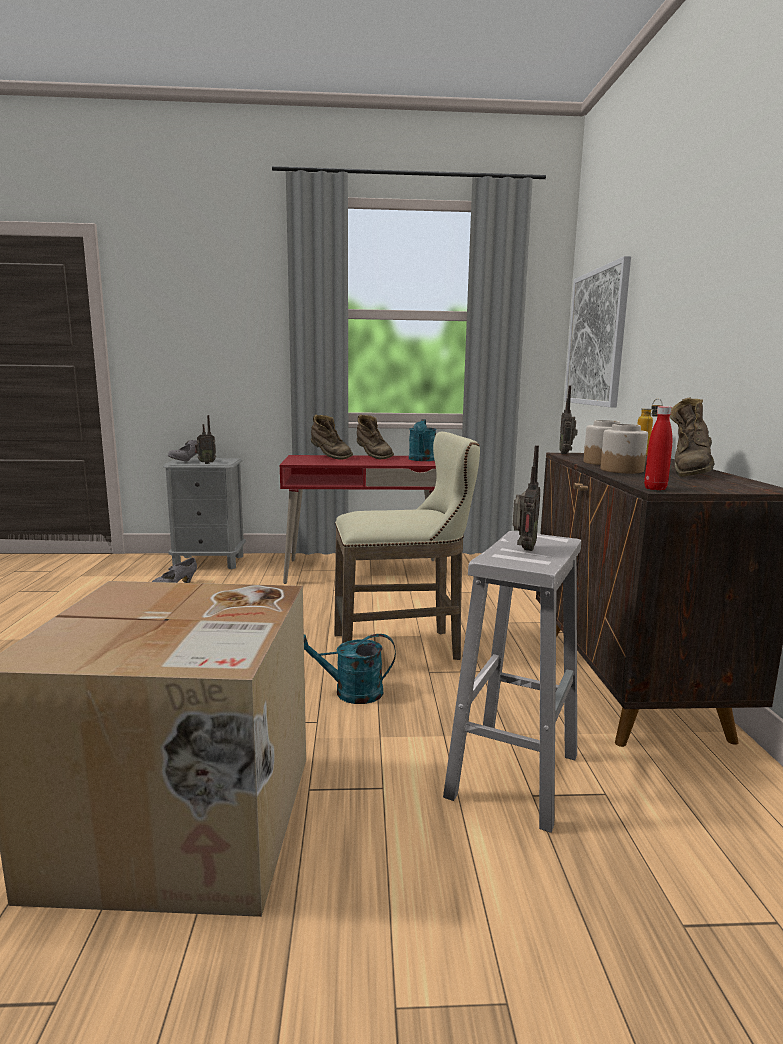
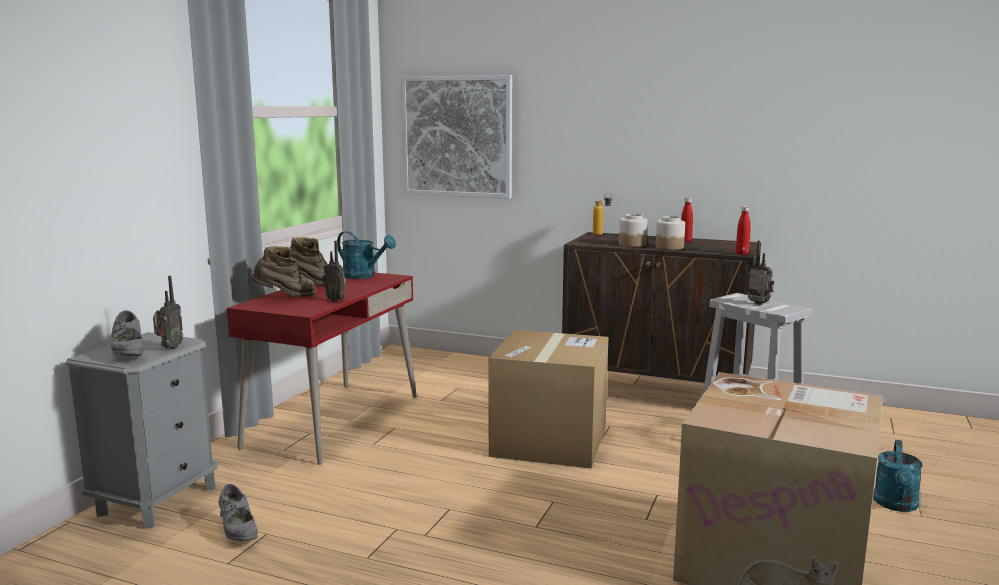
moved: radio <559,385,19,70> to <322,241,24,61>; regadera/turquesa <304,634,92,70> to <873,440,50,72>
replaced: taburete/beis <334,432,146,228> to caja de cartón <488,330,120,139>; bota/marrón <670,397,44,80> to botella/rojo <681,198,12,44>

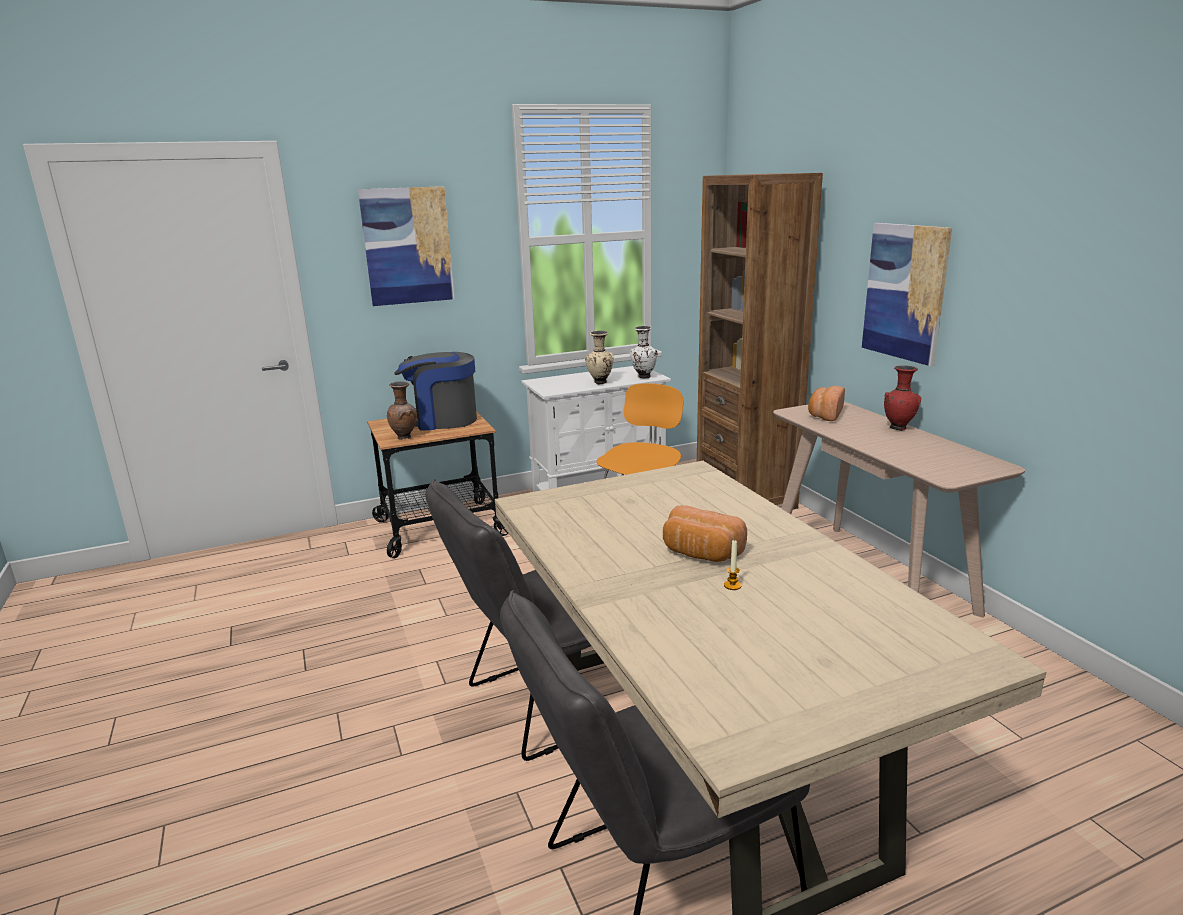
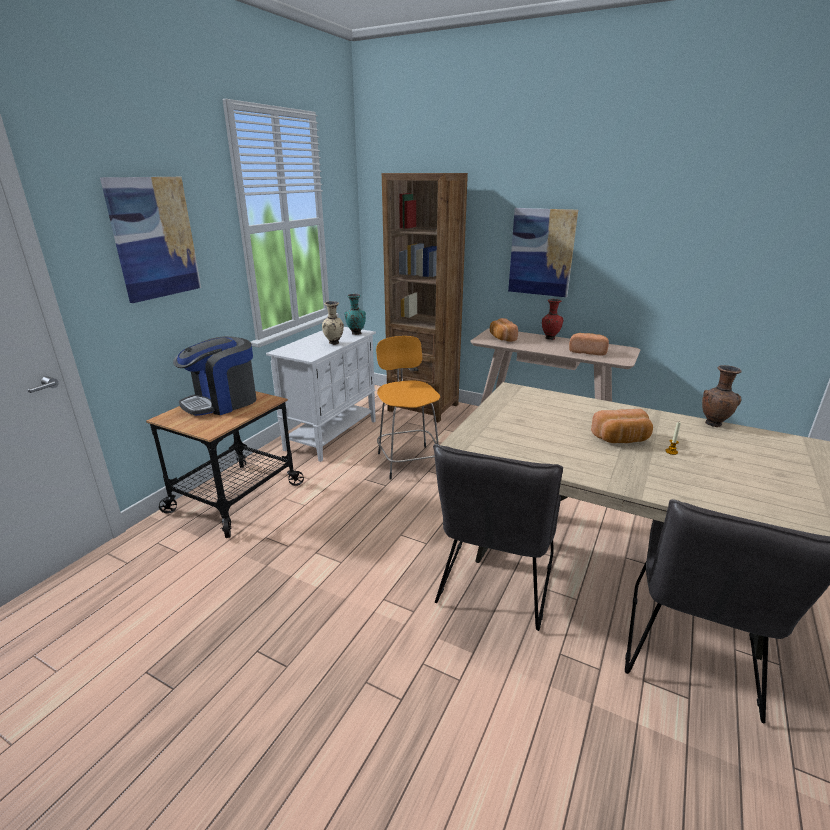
added: pan <569,333,40,22>
moved: florero/marrón <387,381,30,59> to <702,365,40,62>
recoloured: florero/blanco <630,326,28,52> to florero/turquesa <344,294,22,41>

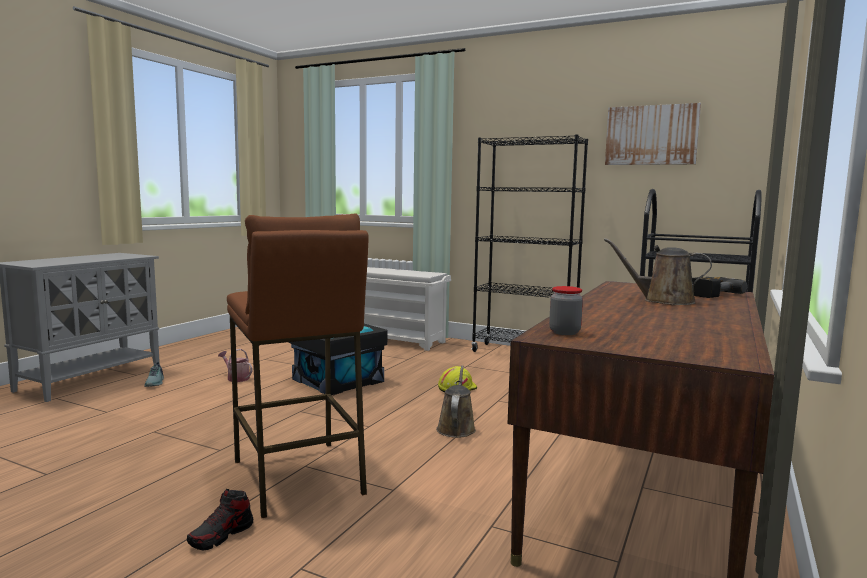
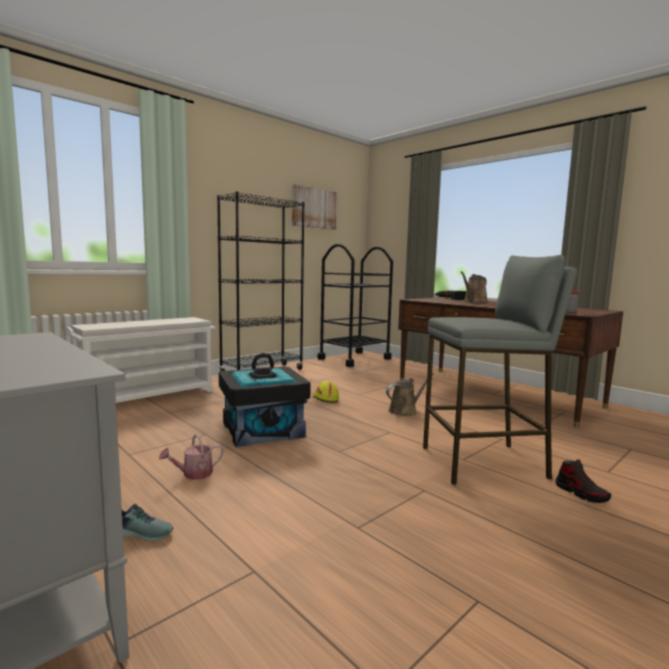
recoloured: taburete/marrón <227,213,142,305> to taburete/gris <423,255,154,230>
turned: regadera/marrón <436,365,40,73> = <386,372,48,44> 120 degrees clockwise

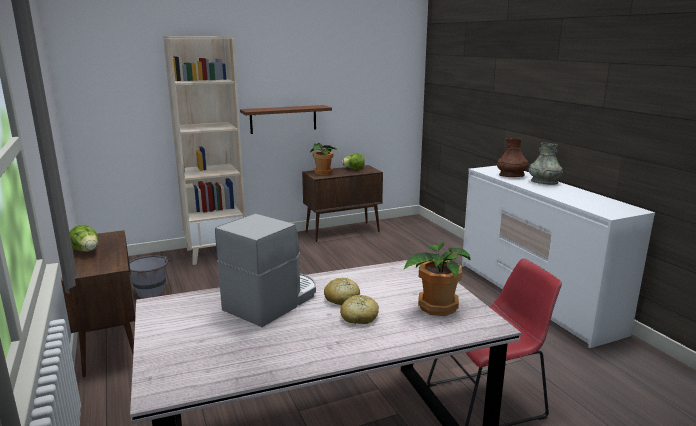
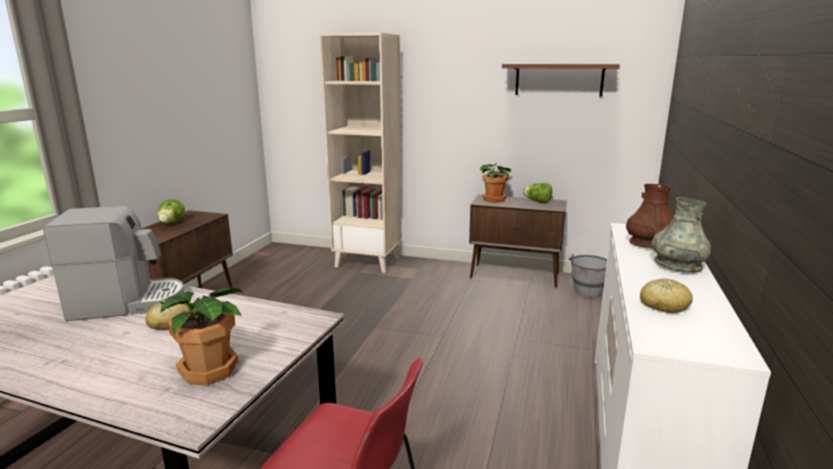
moved: estante/marrón <240,105,92,29> to <502,64,118,32>; cubo/gris <129,255,42,43> to <569,254,38,43>; pan <340,295,39,29> to <640,278,53,35>

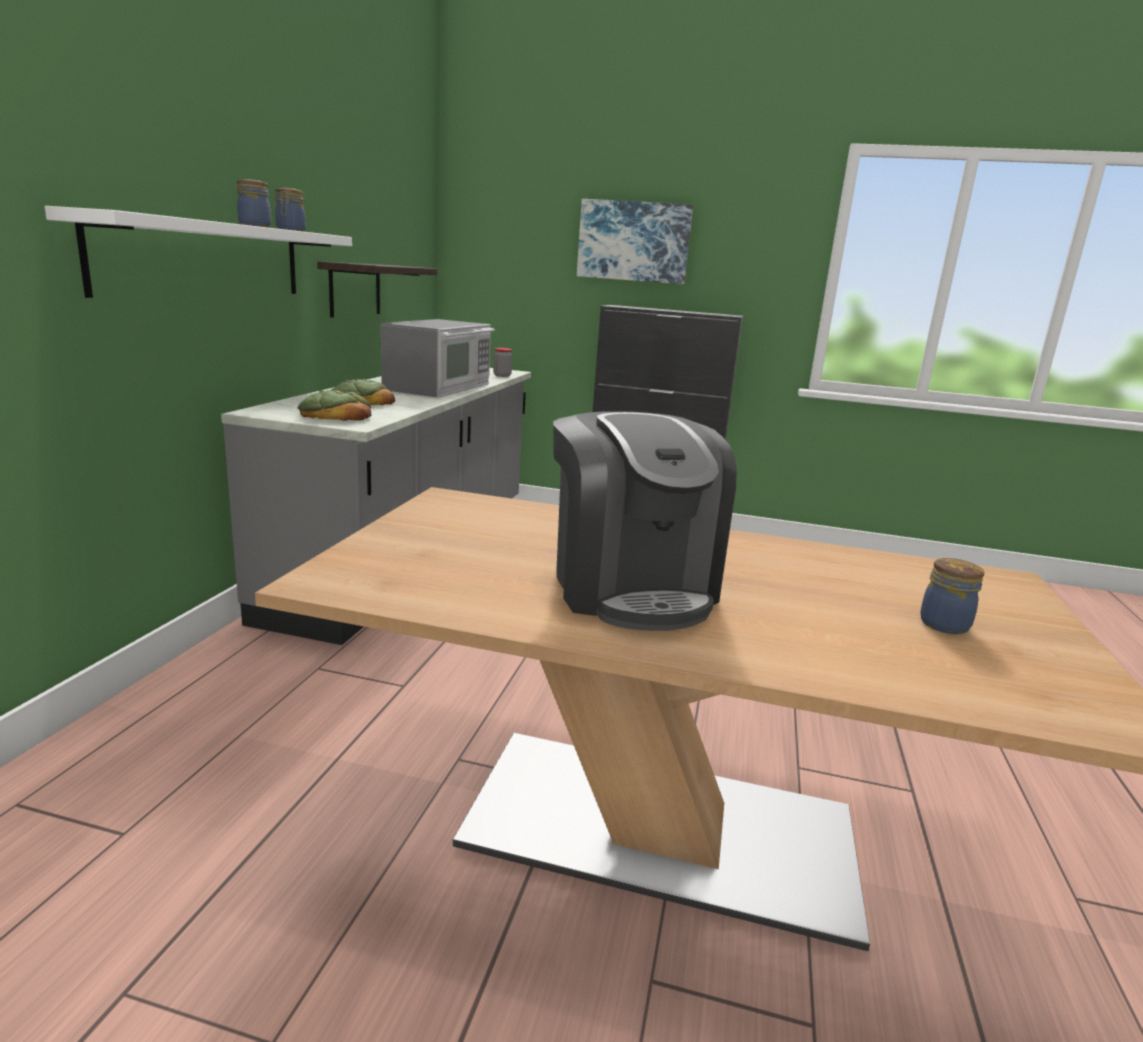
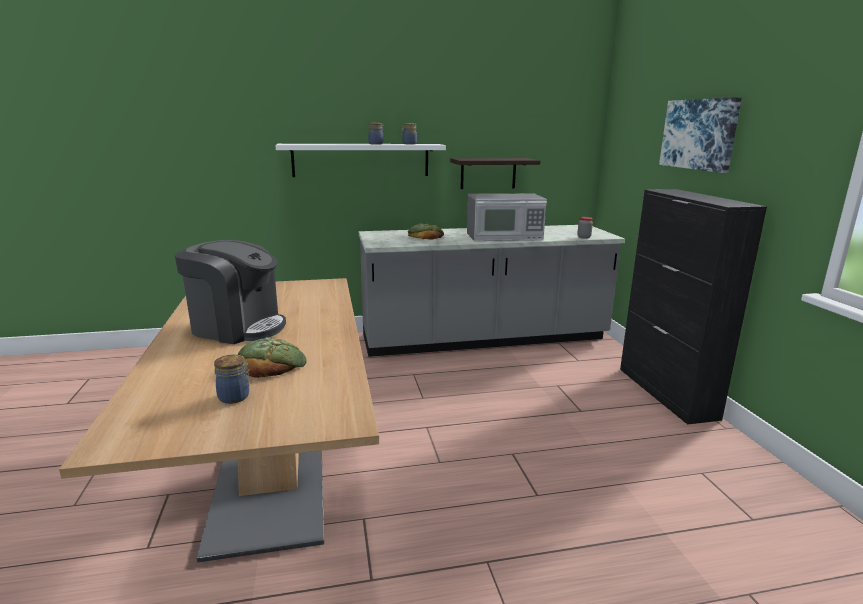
moved: pan <298,390,73,31> to <237,337,70,41>
turned: cafetera <553,411,184,220> = <175,240,111,104> 120 degrees counterclockwise

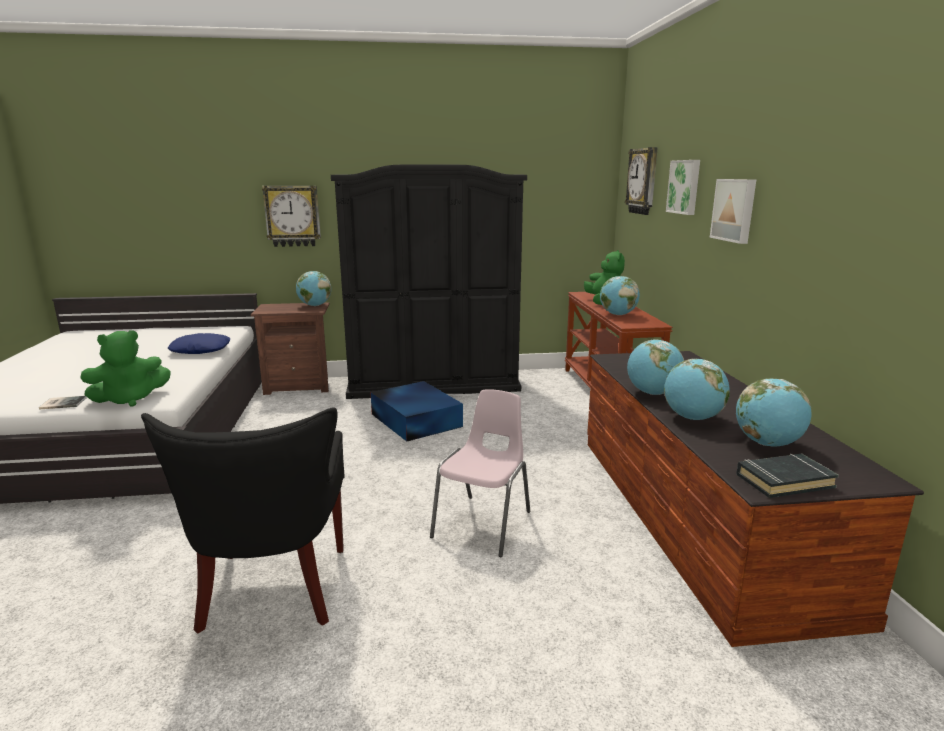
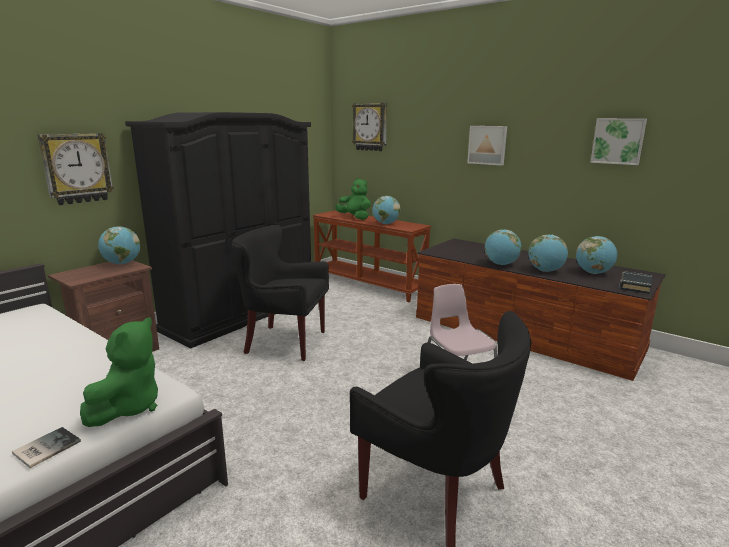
removed: cojín/azul <168,333,62,21>
moved: cuadro <666,160,34,55> to <590,118,57,47>
replaced: caja de almacenaje/azul <371,381,92,60> to sillón/negro <232,225,97,136>

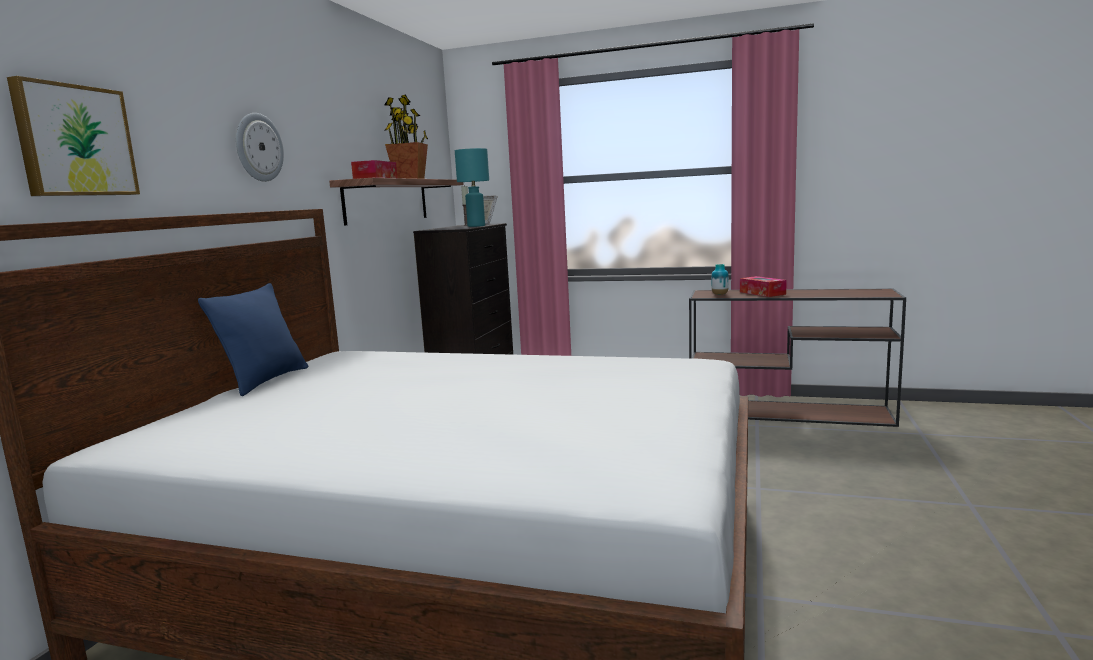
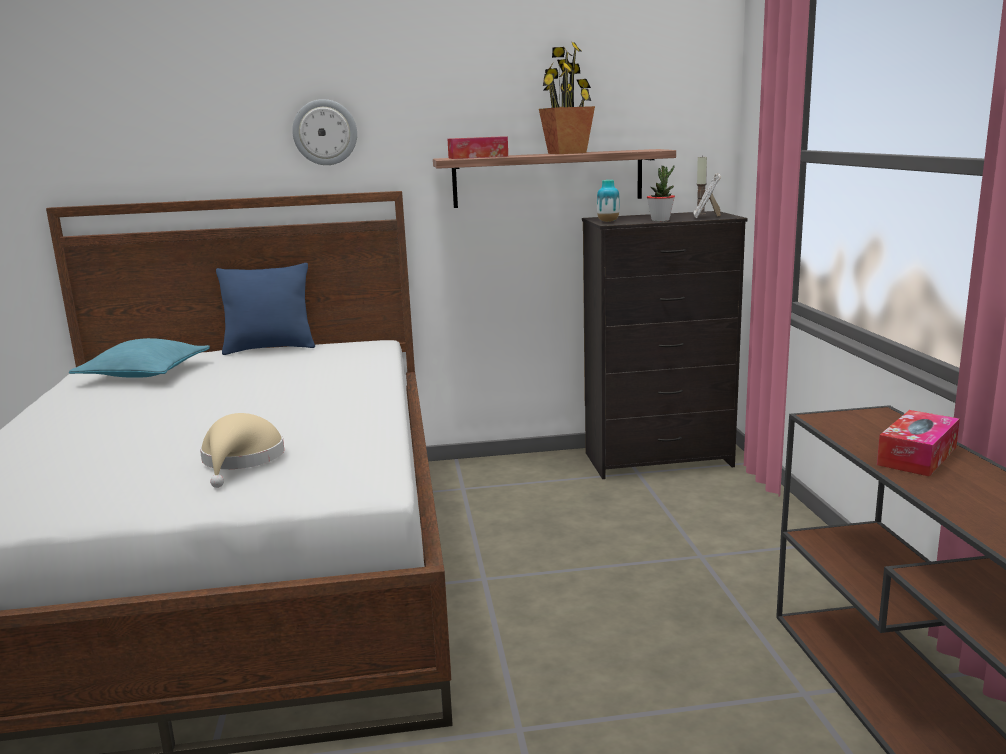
removed: cuadro <7,76,133,120>
added: cojín/turquesa <69,338,141,40>; sombrero/beis <200,413,84,75>
moved: florero <711,264,18,31> to <597,180,23,42>
replaced: lámpara de mesa/turquesa <455,148,34,79> to planta en maceta <647,165,28,57>

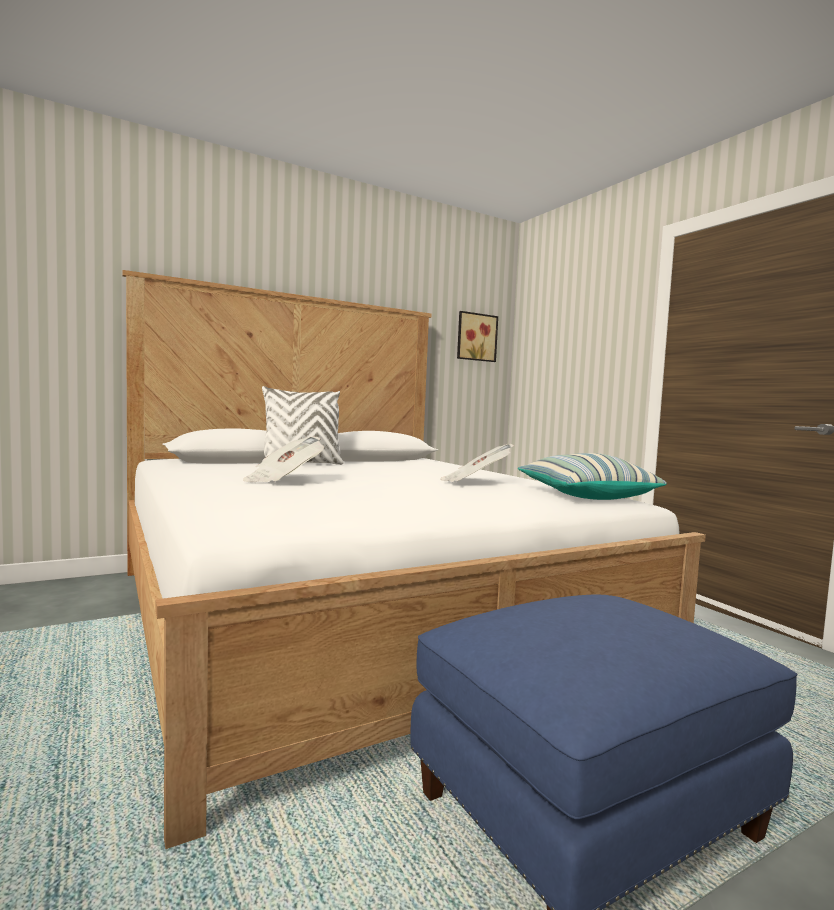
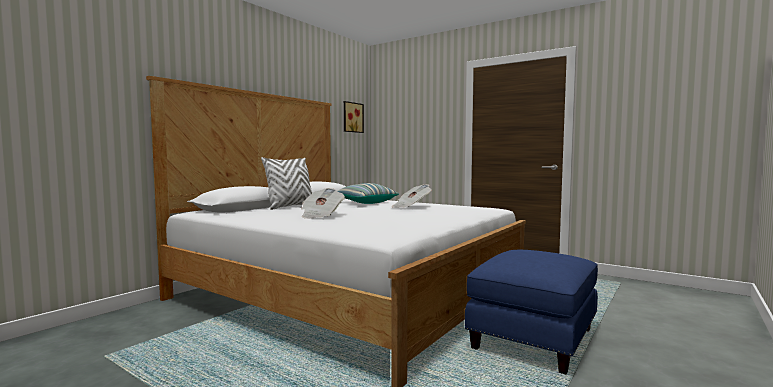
moved: cojín <518,453,149,47> to <338,183,61,21>

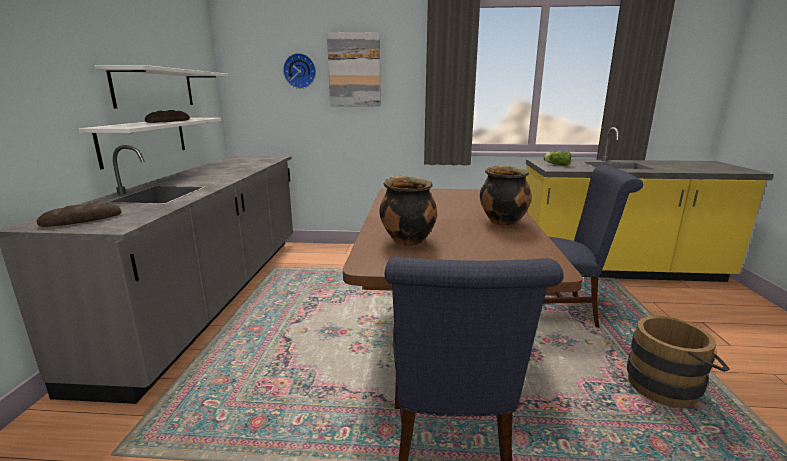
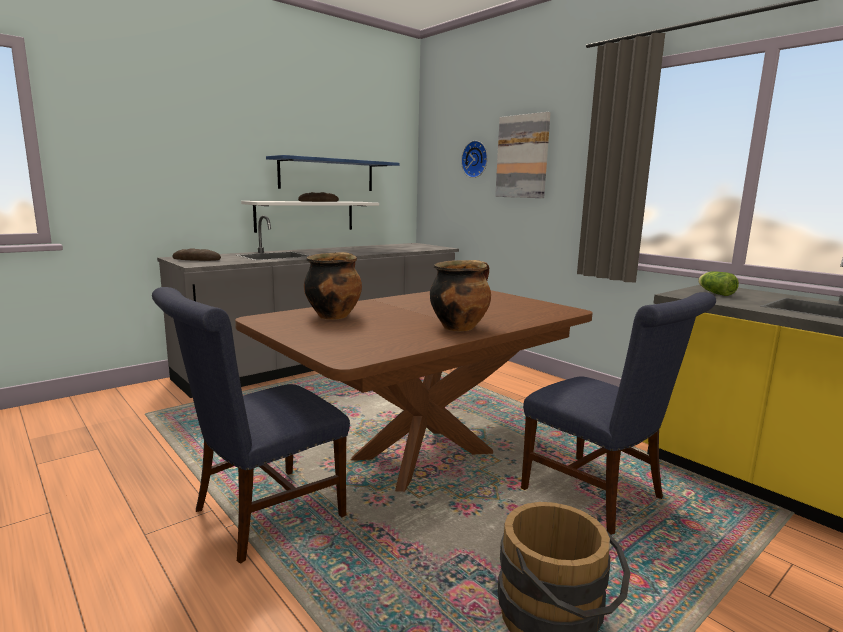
recoloured: estante/blanco <94,65,134,44> to estante/azul <266,155,134,36>

